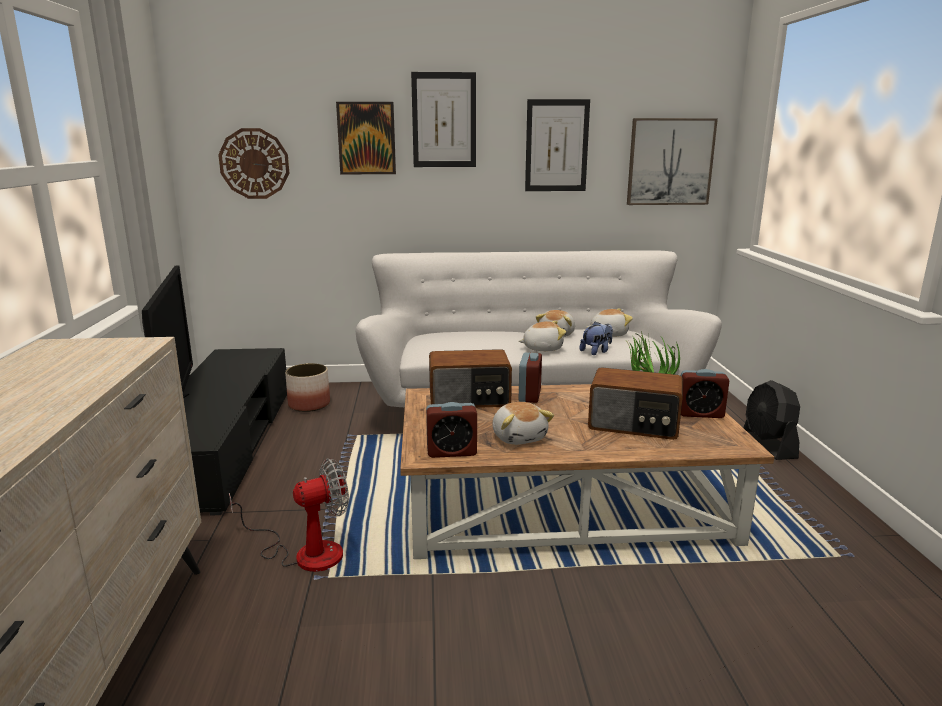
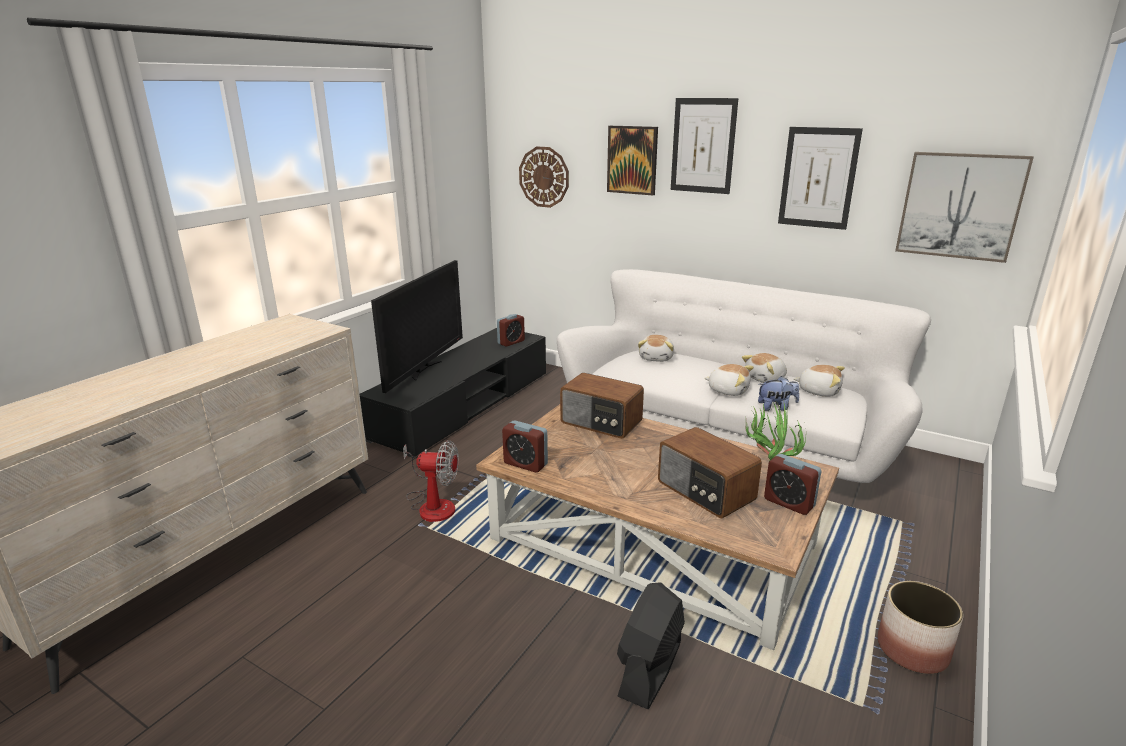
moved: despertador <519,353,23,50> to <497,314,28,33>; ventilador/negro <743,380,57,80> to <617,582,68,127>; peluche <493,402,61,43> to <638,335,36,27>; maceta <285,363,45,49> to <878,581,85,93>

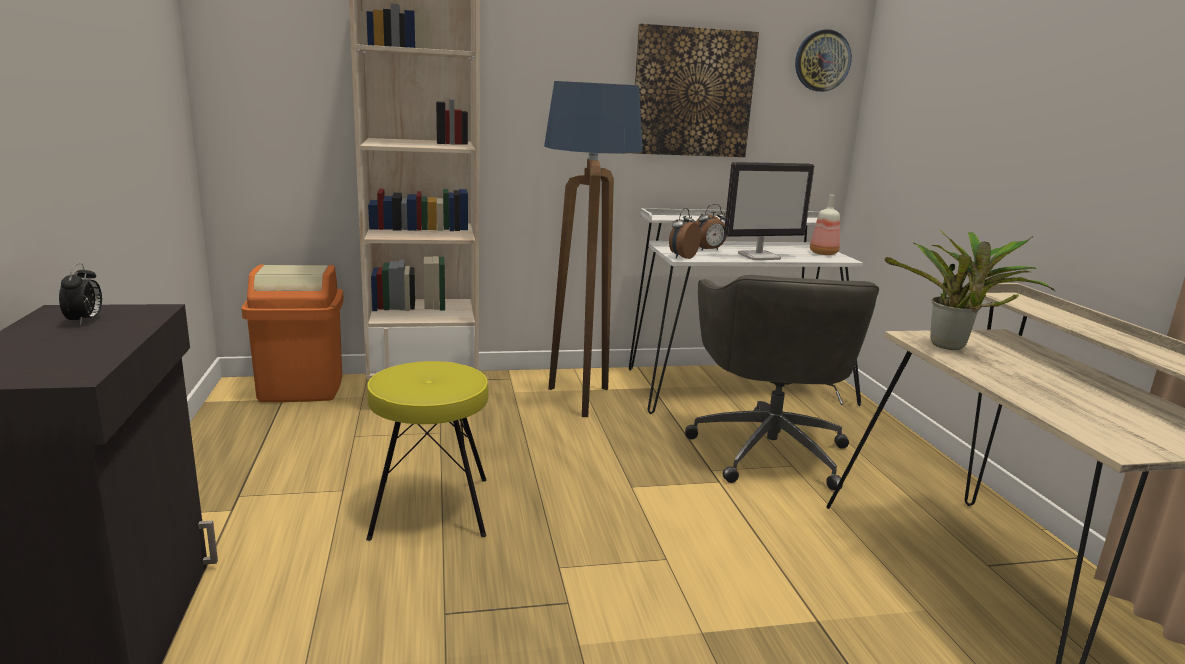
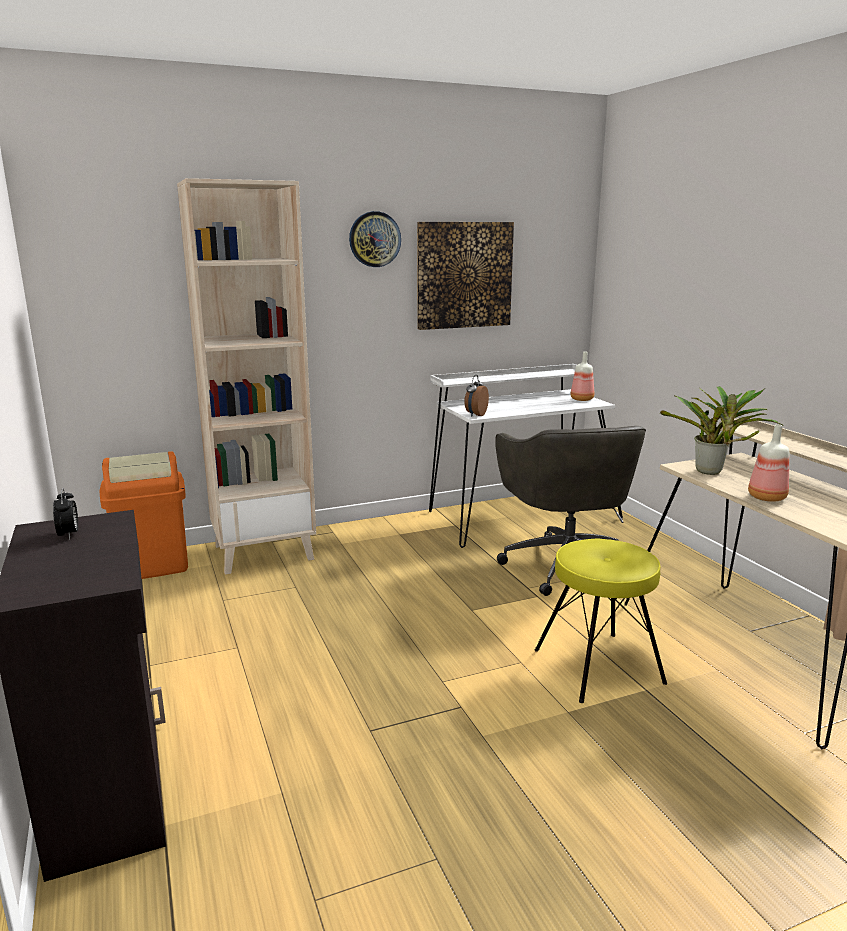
removed: lámpara de pie <544,81,99,336>; despertador <695,204,32,47>; monitor <724,162,90,98>
added: botella <748,424,41,78>
moved: reloj de pared <795,29,57,63> to <349,211,52,56>; taburete/amarillo <366,361,123,180> to <535,539,132,164>

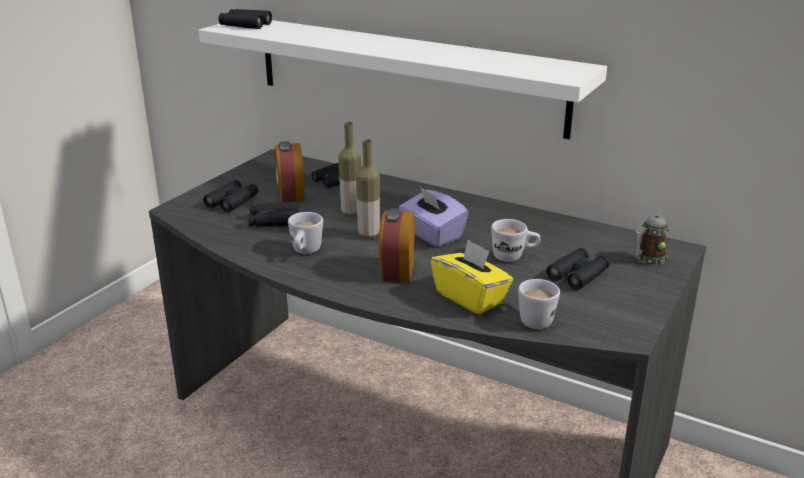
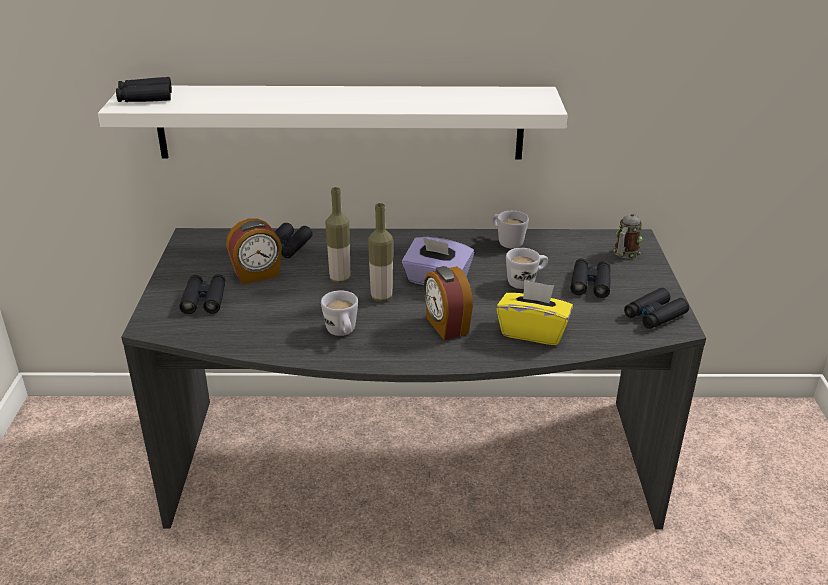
moved: taza grande/blanco <518,279,42,50> to <492,211,37,38>; prismáticos/negro <248,201,50,26> to <624,288,65,41>
turned: despertador <274,141,31,61> = <226,218,56,67> 75 degrees counterclockwise

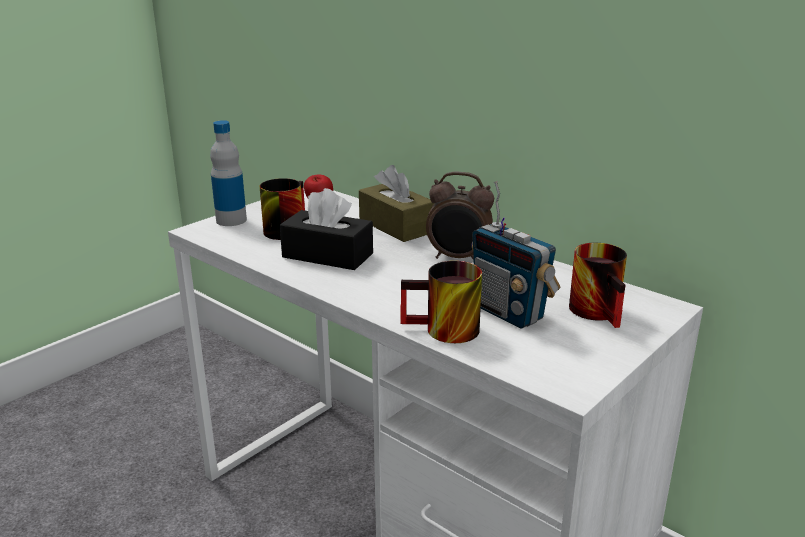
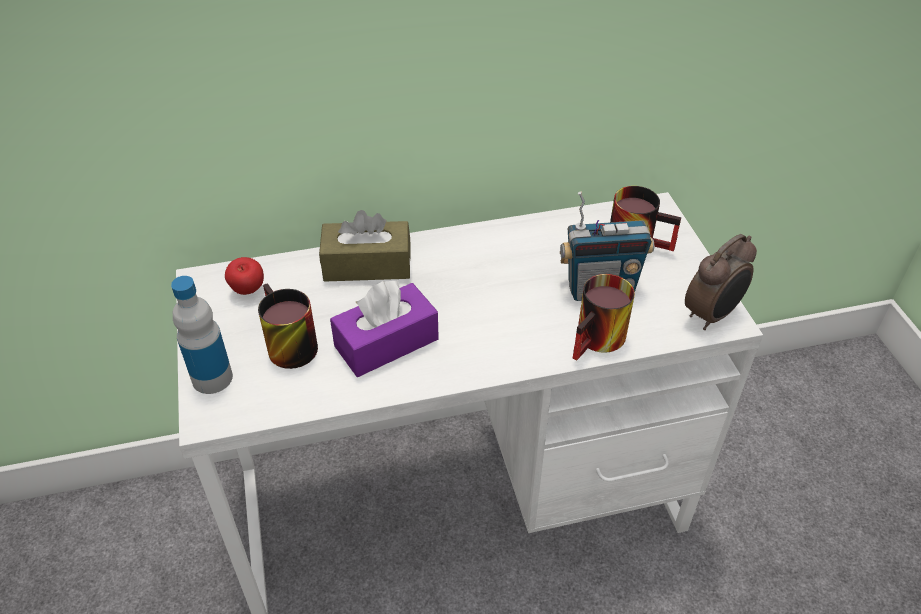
moved: despertador <426,172,68,88> to <685,234,72,96>
recoloured: caja de pañuelos/negro <280,188,93,82> to caja de pañuelos/morado <330,280,109,97>

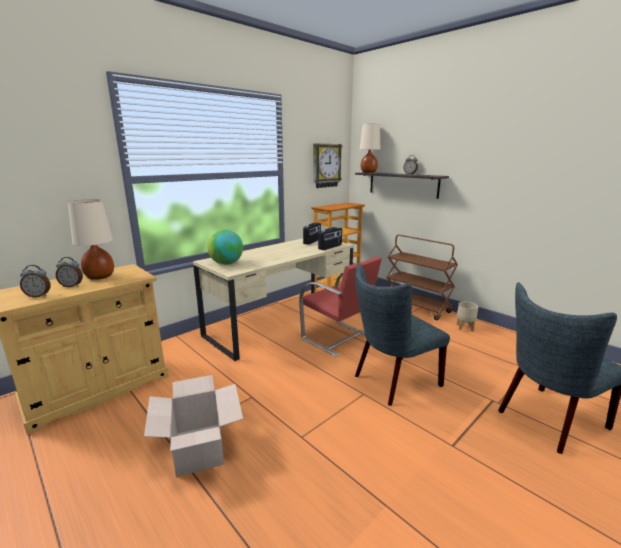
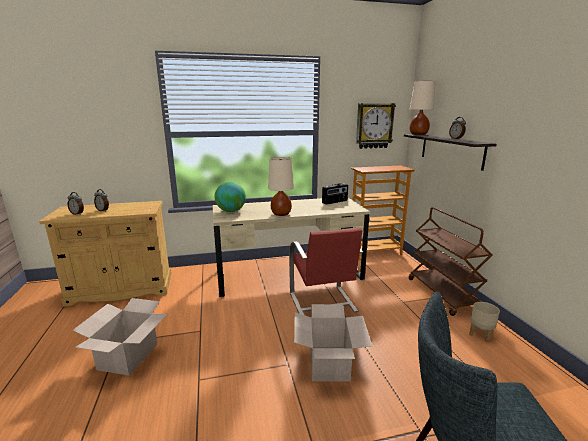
removed: radio <318,227,24,23>
moved: lámpara de mesa/beis <68,199,46,81> to <268,157,26,59>
replaced: silla/gris <355,263,95,143> to caja de cartón <294,304,78,78>

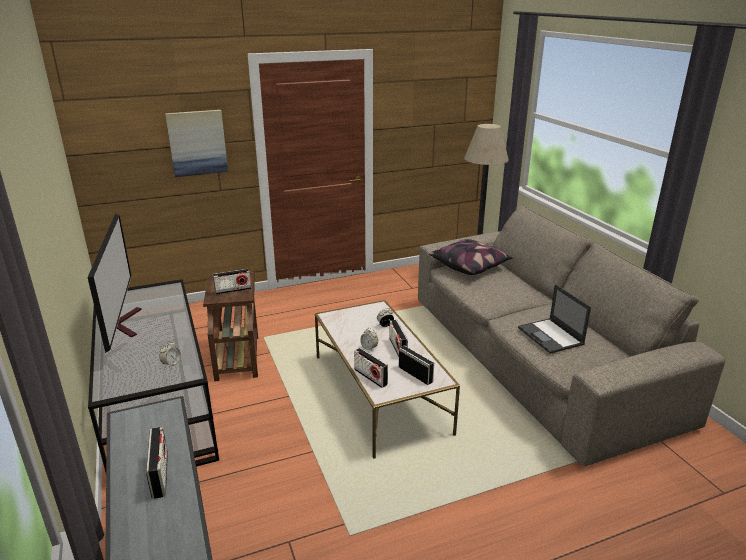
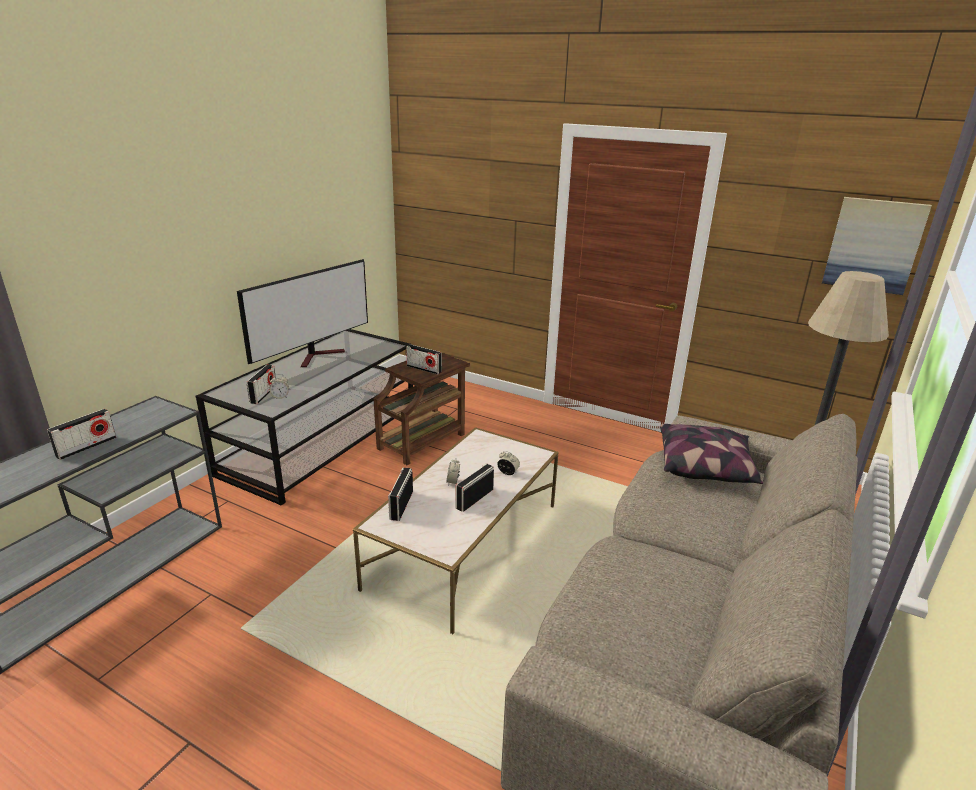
removed: portátil <518,284,73,70>
moved: radio <399,345,35,40> to <247,364,29,40>; cuadro <165,110,63,67> to <822,197,110,98>

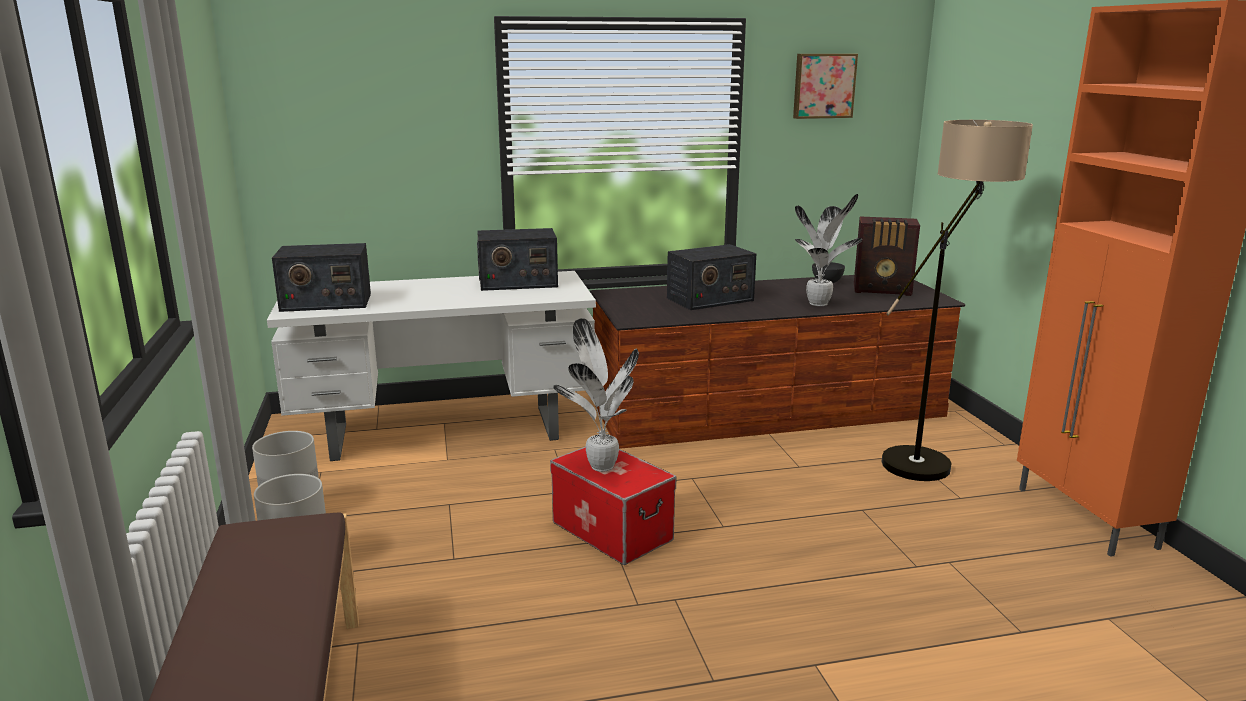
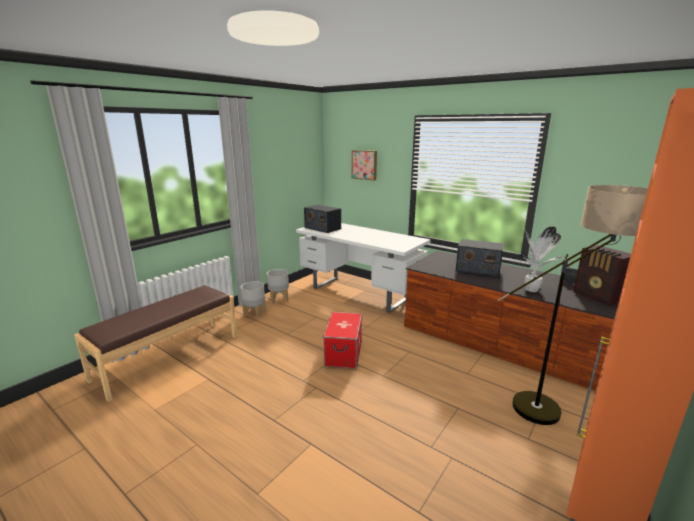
removed: radio <477,228,81,63>; planta en maceta <553,318,86,154>
moved: cuadro <793,54,65,65> to <352,150,25,31>

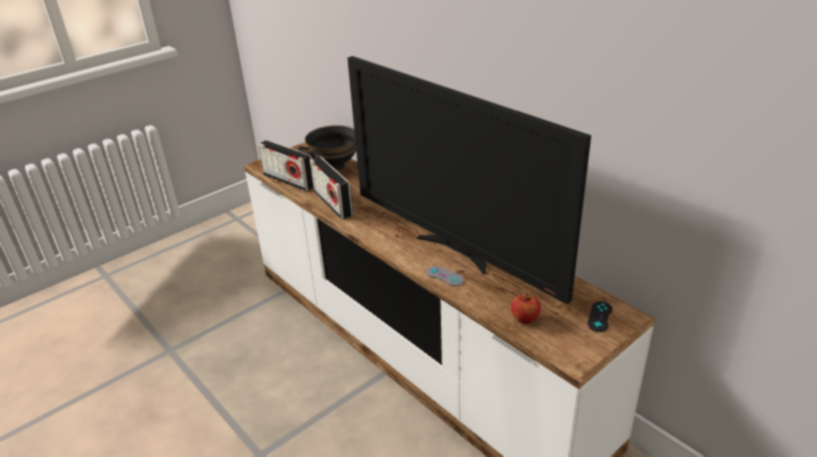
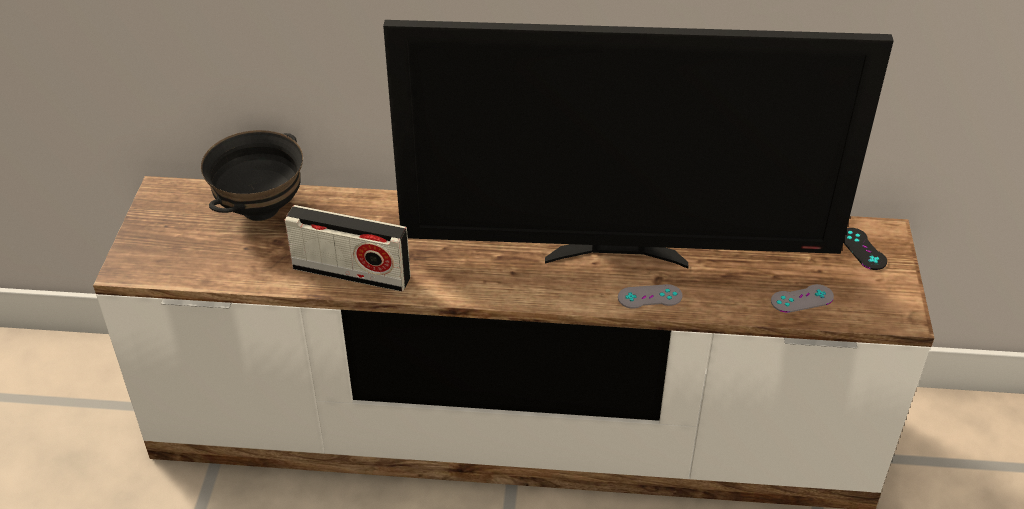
removed: radio <258,140,55,51>
replaced: manzana <511,294,30,30> to mando de consola/gris <771,284,63,29>

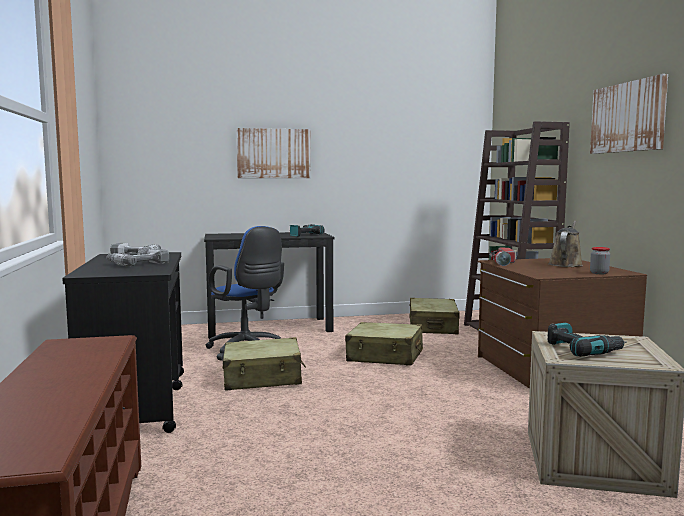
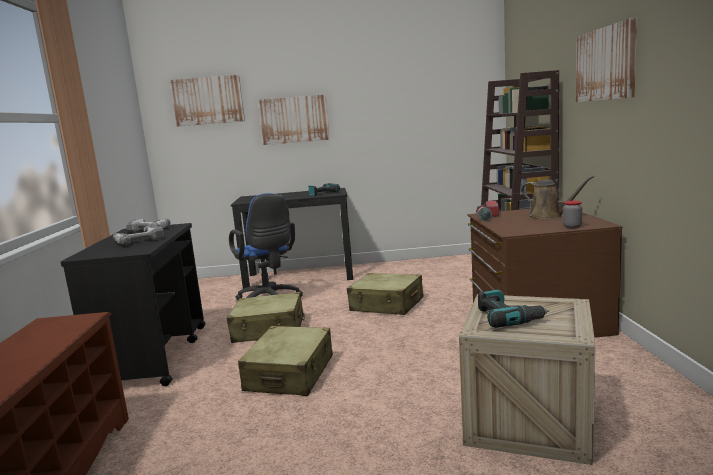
added: cuadro <170,75,75,51>
moved: maleta/beis <409,298,51,36> to <238,326,95,70>
turned: regadera/marrón <548,220,35,47> = <521,175,74,44> 90 degrees clockwise

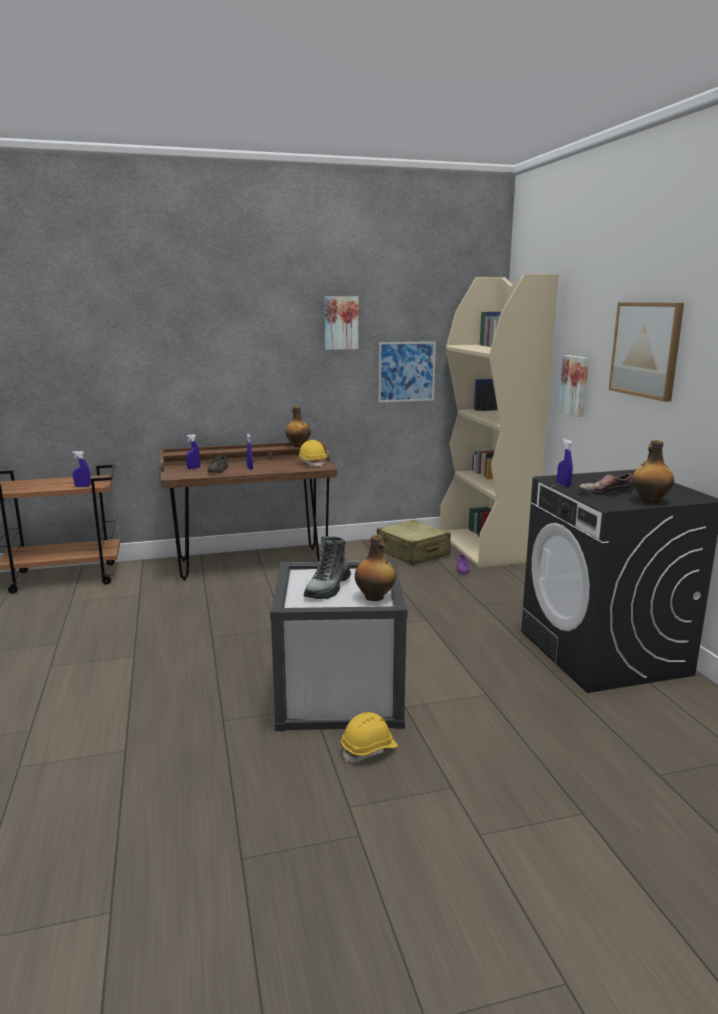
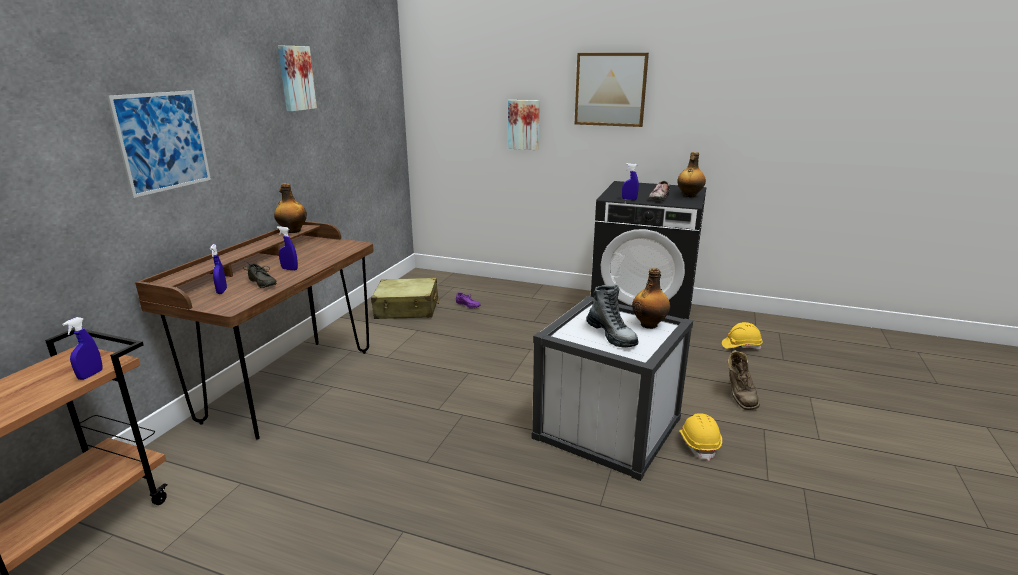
removed: estantería/beis <440,273,119,295>
added: bota/marrón <728,350,32,60>
moved: cuadro <379,341,57,61> to <107,91,104,107>; casco/amarillo <297,440,30,27> to <722,322,41,27>

